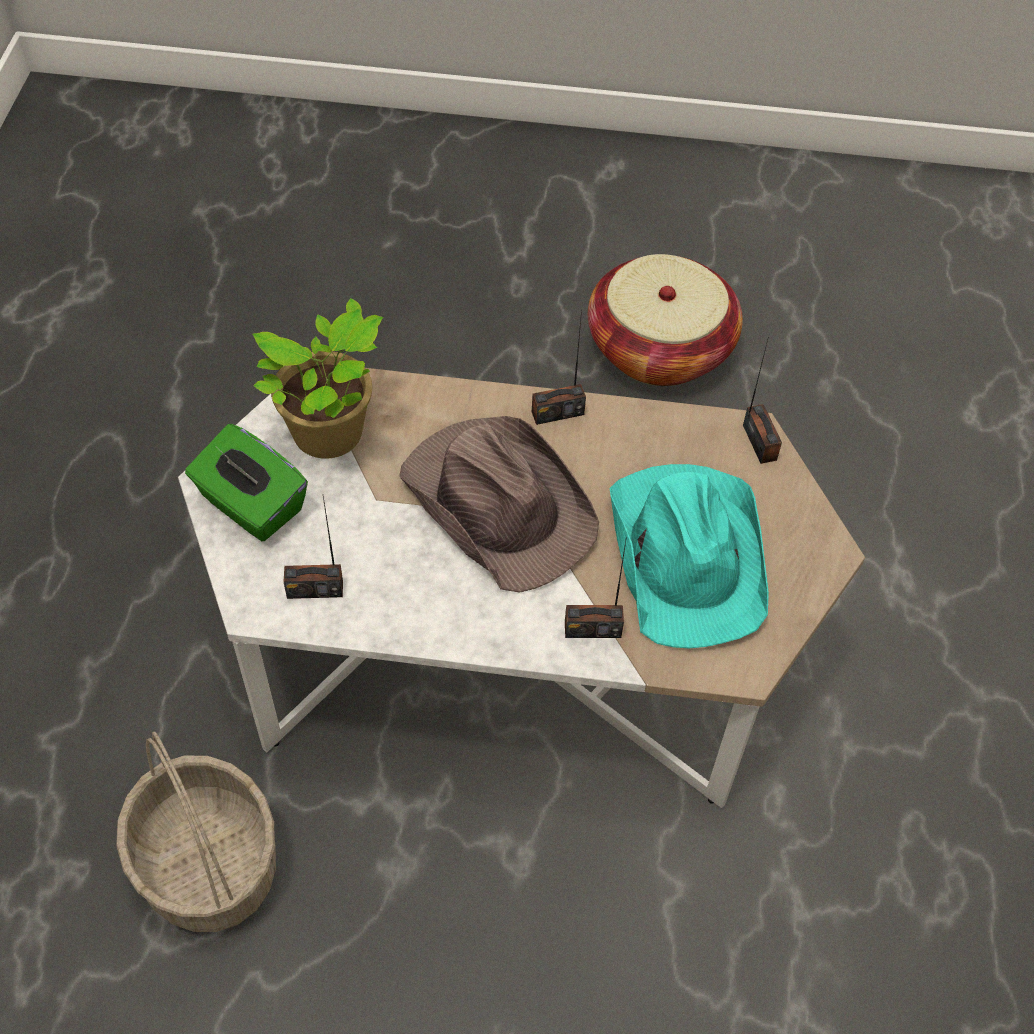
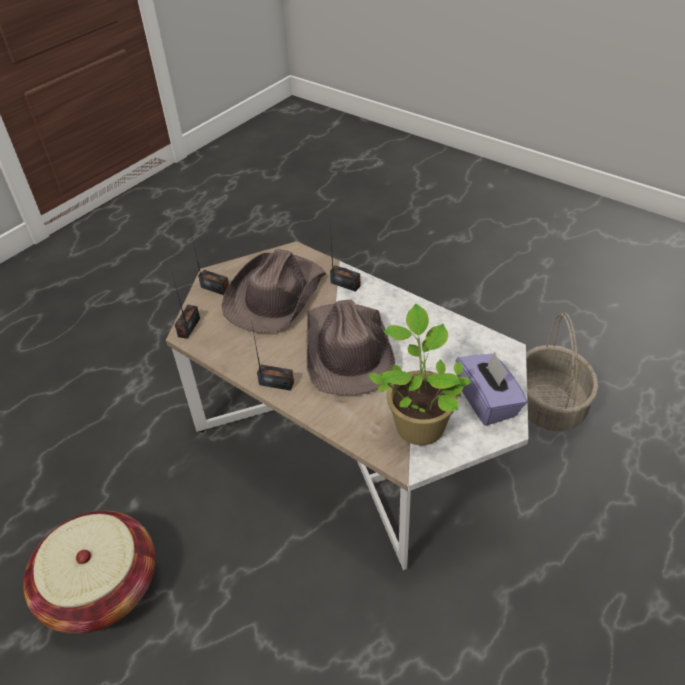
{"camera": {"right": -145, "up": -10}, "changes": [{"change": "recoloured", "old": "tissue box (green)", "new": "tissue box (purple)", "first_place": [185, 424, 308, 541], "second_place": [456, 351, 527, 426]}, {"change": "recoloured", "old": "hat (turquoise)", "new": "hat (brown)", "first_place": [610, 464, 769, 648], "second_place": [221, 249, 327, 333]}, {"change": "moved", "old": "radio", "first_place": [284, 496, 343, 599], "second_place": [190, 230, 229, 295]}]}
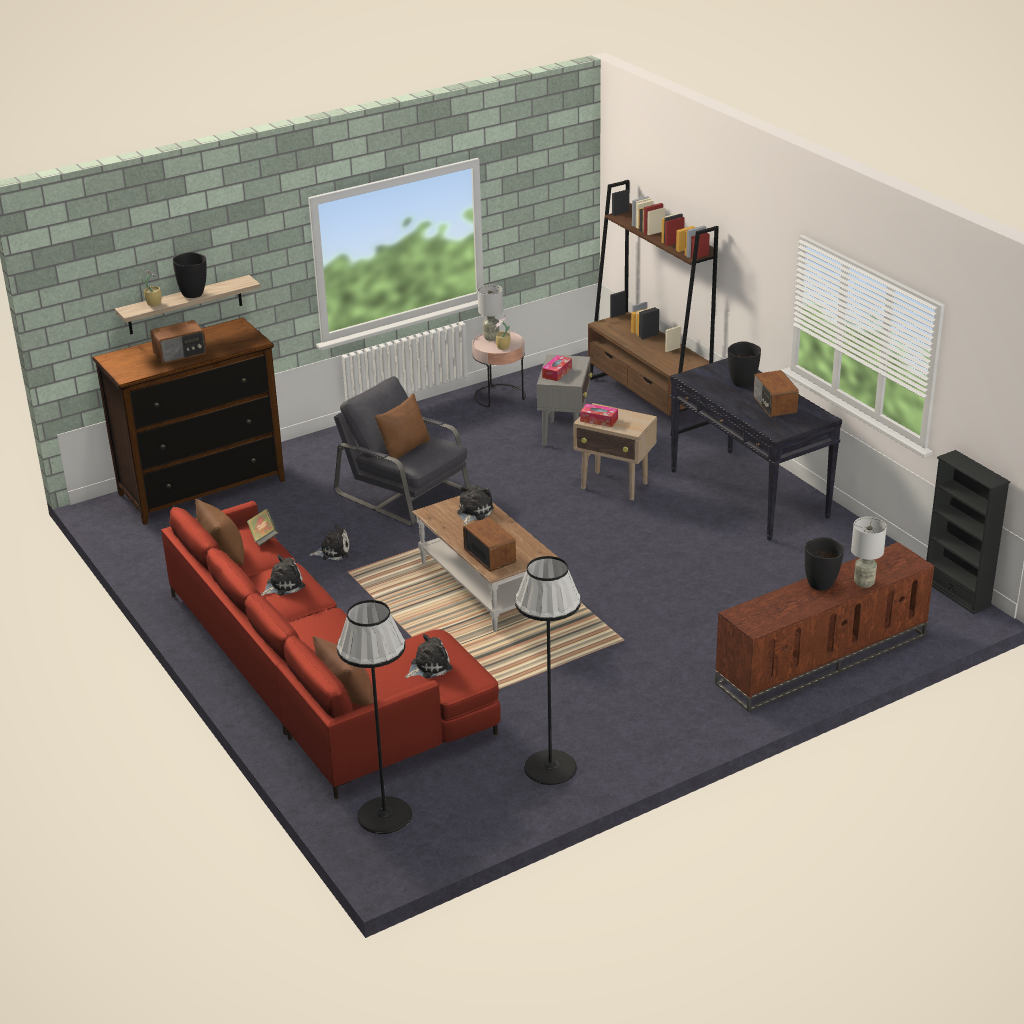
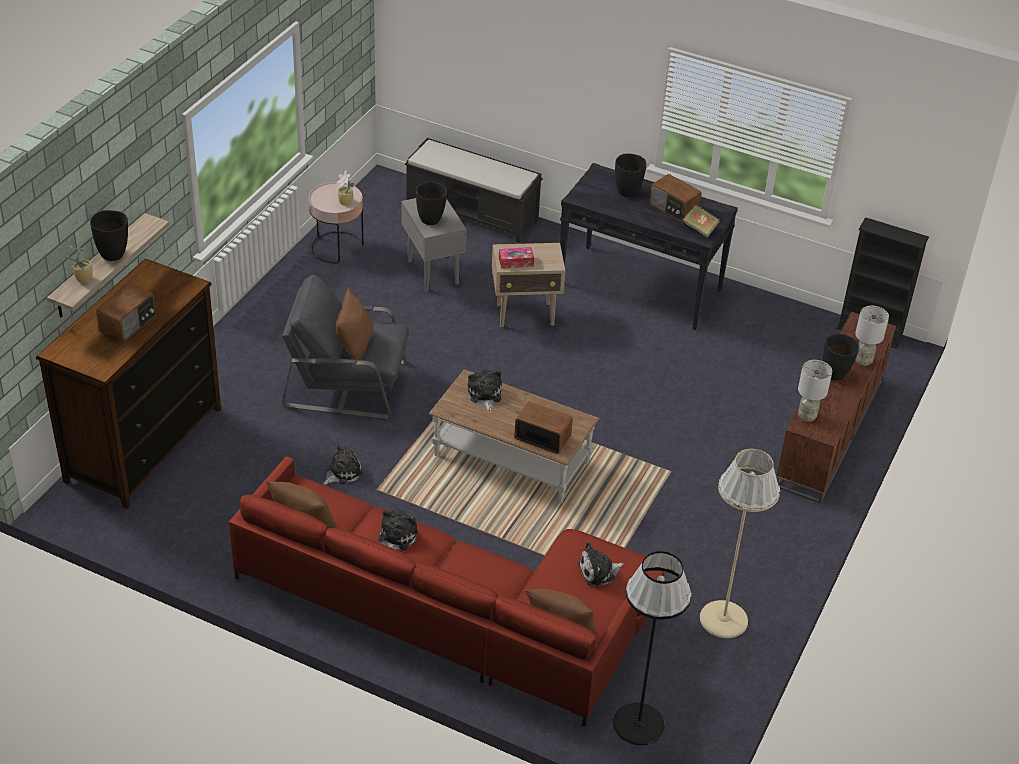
{"camera": {"right": -35, "up": 10}, "changes": [{"change": "replaced", "old": "bookcase (brown)", "new": "bench (black)", "first_place": [588, 180, 719, 434], "second_place": [405, 138, 543, 243]}, {"change": "moved", "old": "table lamp (grey)", "first_place": [478, 285, 503, 341], "second_place": [798, 360, 832, 422]}, {"change": "replaced", "old": "tissue box", "new": "vase (black)", "first_place": [542, 355, 572, 381], "second_place": [416, 181, 447, 225]}, {"change": "moved", "old": "book", "first_place": [247, 509, 279, 546], "second_place": [683, 204, 720, 238]}, {"change": "recoloured", "old": "floor lamp (black)", "new": "floor lamp (beige)", "first_place": [515, 556, 581, 785], "second_place": [700, 449, 780, 638]}, {"change": "turned", "old": "plush toy", "first_place": [405, 634, 452, 678], "second_place": [578, 542, 624, 587], "degrees": -135}]}
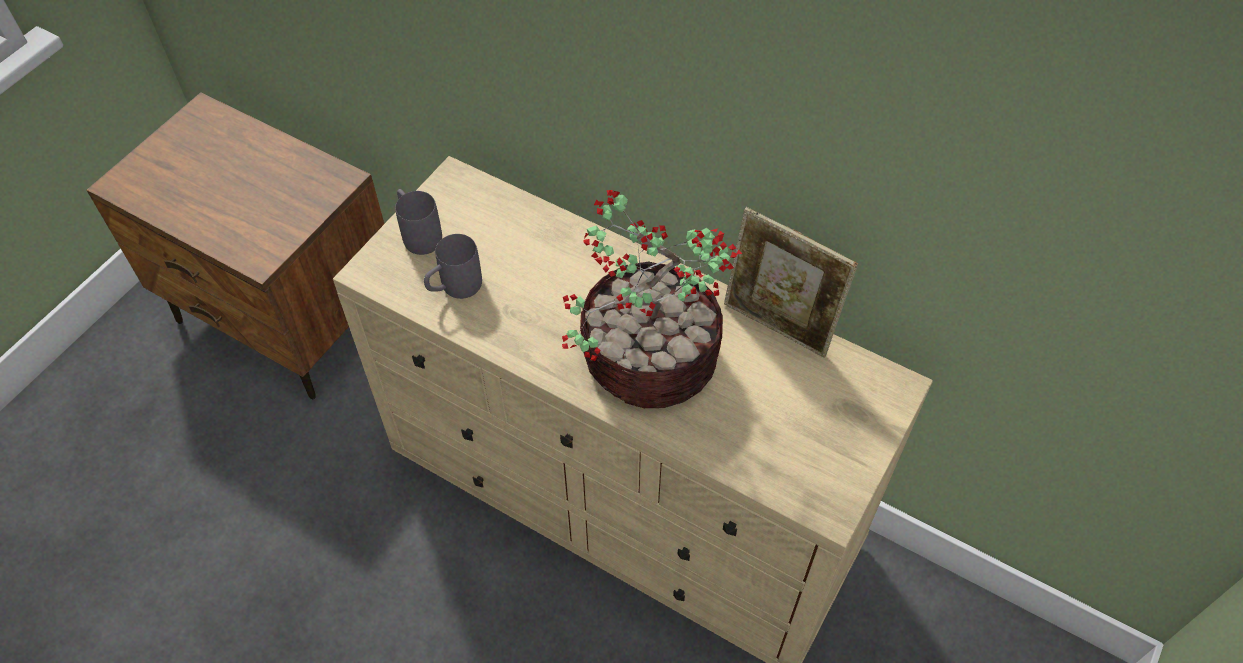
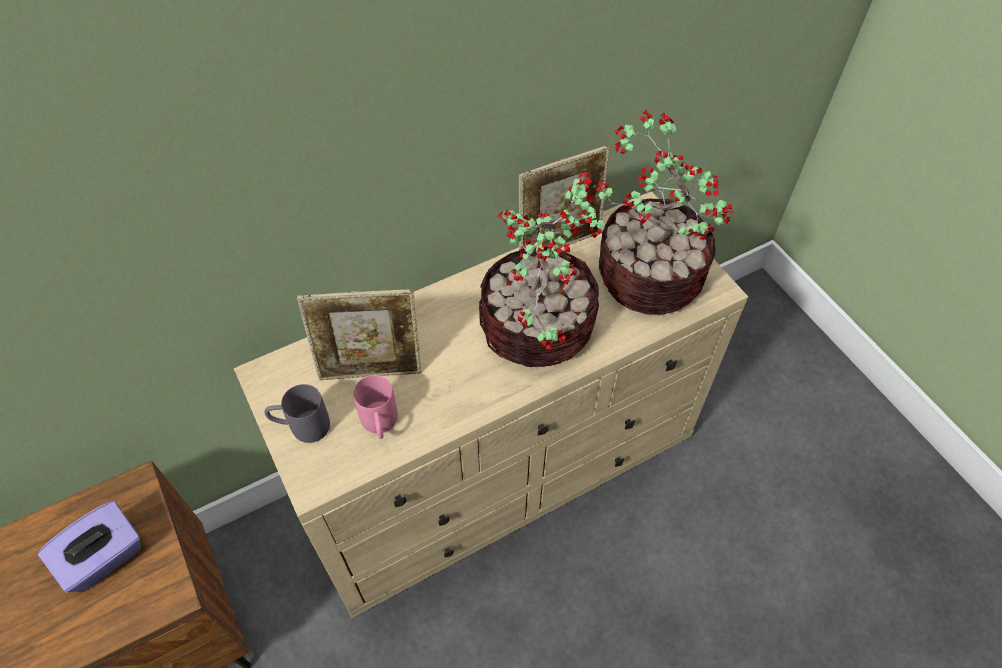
{"camera": {"right": -60, "up": 0}, "changes": [{"change": "recoloured", "old": "mug (grey)", "new": "mug (pink)", "first_place": [424, 234, 482, 299], "second_place": [353, 375, 398, 439]}, {"change": "added", "new": "potted plant", "second_place": [578, 110, 734, 315]}, {"change": "added", "new": "picture frame", "second_place": [297, 289, 422, 380]}, {"change": "added", "new": "tissue box (purple)", "second_place": [38, 501, 141, 593]}]}
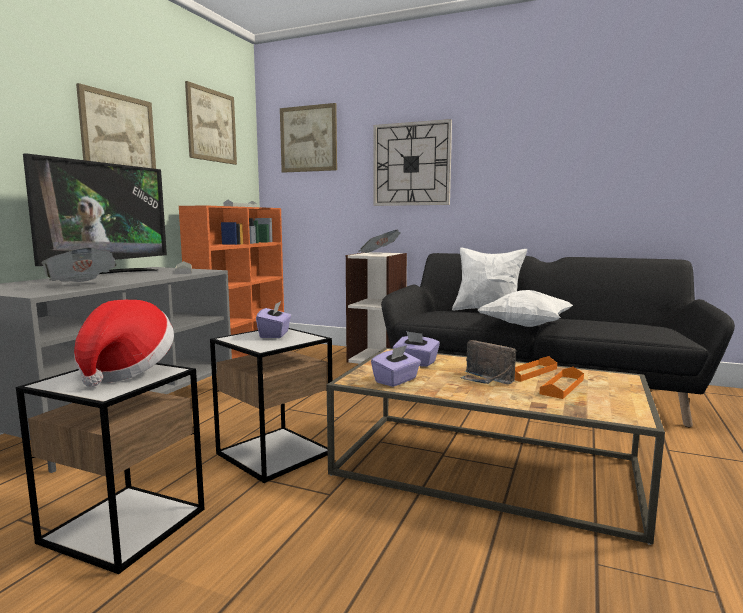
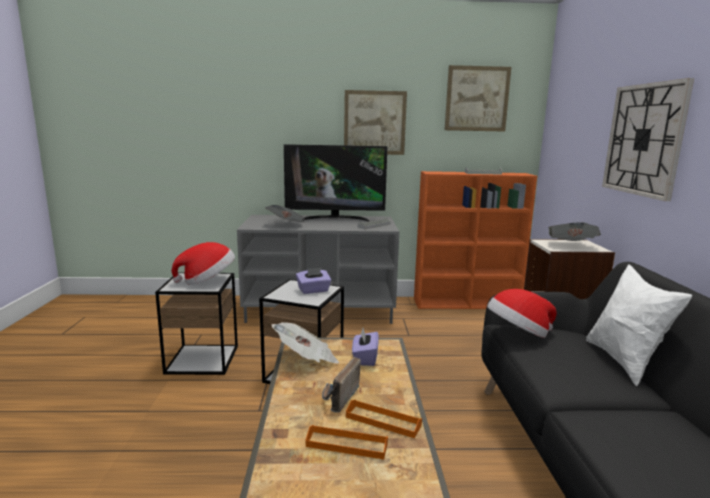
{"camera": {"right": 65, "up": 5}, "changes": [{"change": "removed", "old": "picture", "first_place": [280, 103, 337, 173]}, {"change": "removed", "old": "pillow (white)", "first_place": [477, 290, 573, 327]}, {"change": "replaced", "old": "tissue box (purple)", "new": "newspaper", "first_place": [371, 345, 421, 387], "second_place": [272, 322, 340, 364]}, {"change": "added", "new": "hat", "second_place": [487, 289, 557, 338]}]}
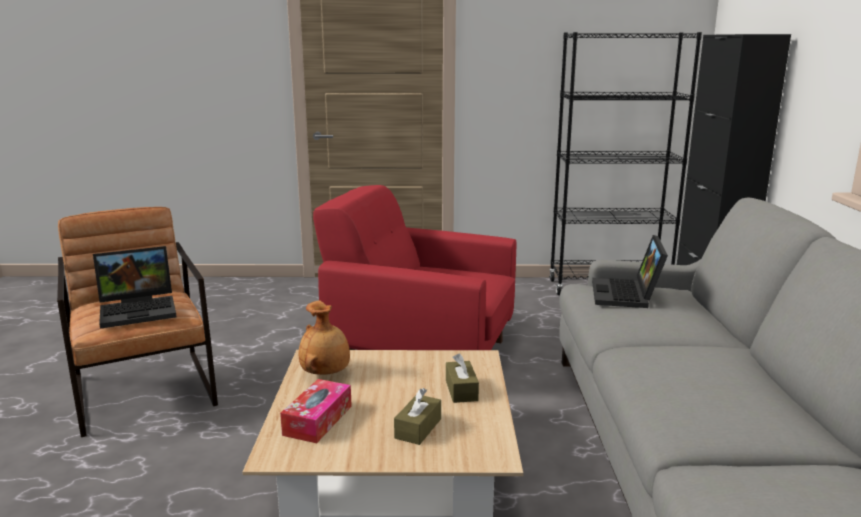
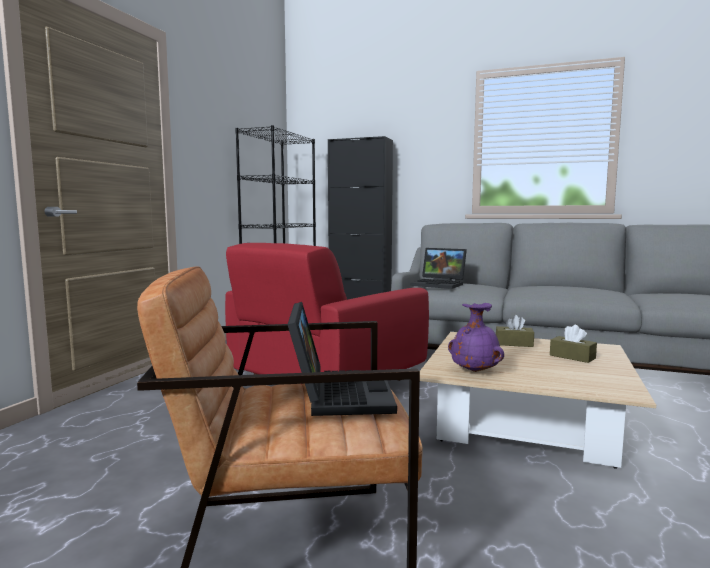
{"camera": {"right": -70, "up": -10}, "changes": [{"change": "recoloured", "old": "vase (brown)", "new": "vase (purple)", "first_place": [299, 301, 350, 375], "second_place": [448, 303, 504, 372]}, {"change": "removed", "old": "tissue box", "first_place": [280, 379, 352, 443]}]}
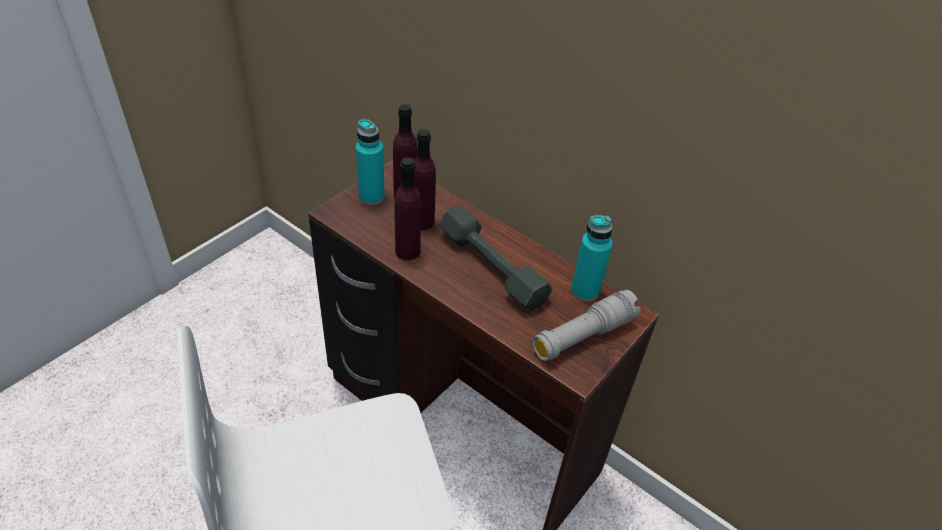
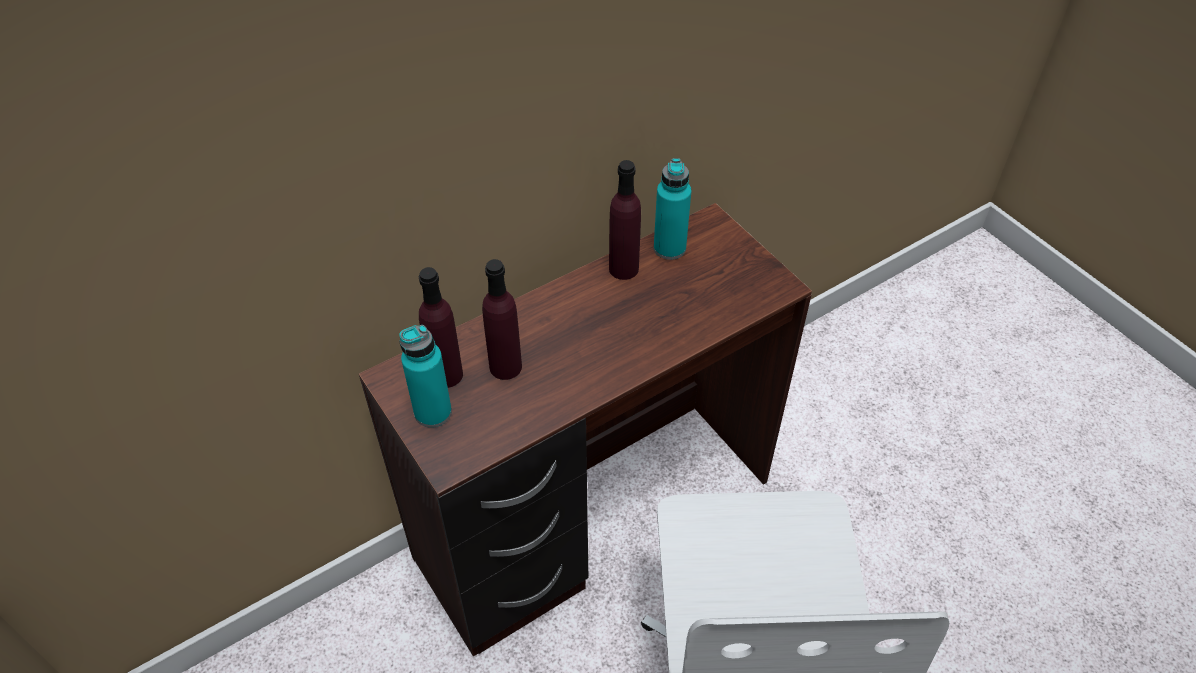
{"camera": {"right": -70, "up": 5}, "changes": [{"change": "moved", "old": "bottle (purple)", "first_place": [395, 157, 421, 260], "second_place": [609, 160, 641, 280]}, {"change": "removed", "old": "dumbbell (grey)", "first_place": [439, 205, 553, 311]}, {"change": "removed", "old": "flashlight (grey)", "first_place": [532, 290, 641, 361]}]}
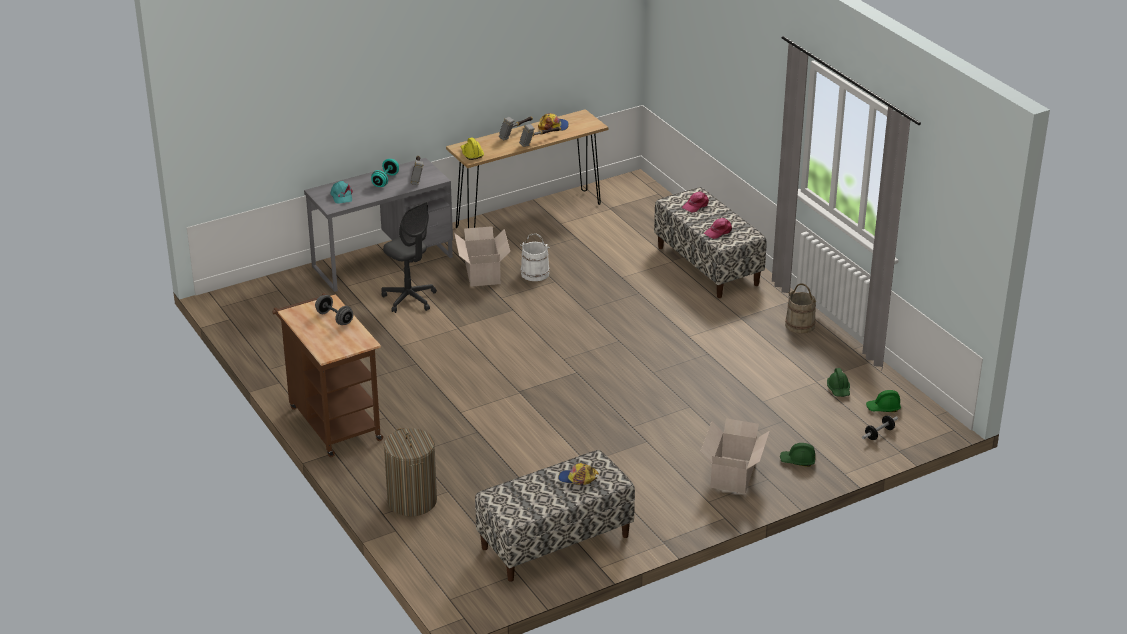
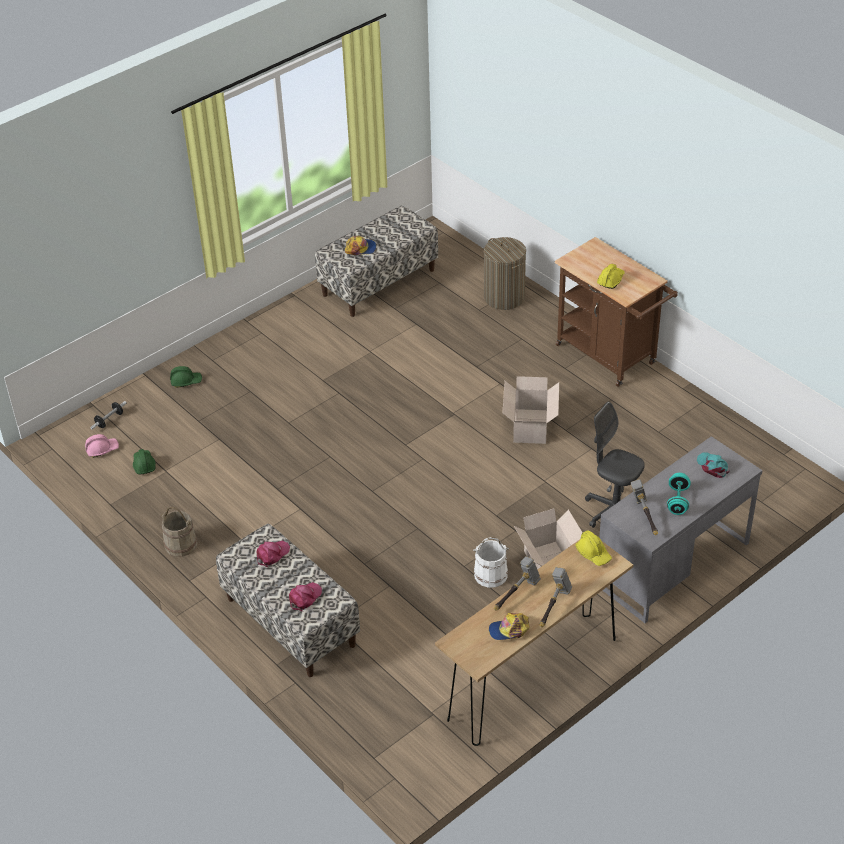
{"camera": {"right": 170, "up": 10}, "changes": [{"change": "replaced", "old": "dumbbell (grey)", "new": "hard hat (yellow)", "first_place": [315, 295, 353, 325], "second_place": [597, 264, 625, 289]}, {"change": "recoloured", "old": "hard hat (green)", "new": "hard hat (pink)", "first_place": [866, 390, 901, 412], "second_place": [85, 434, 119, 458]}, {"change": "moved", "old": "cardboard box", "first_place": [701, 418, 770, 494], "second_place": [502, 376, 559, 444]}]}
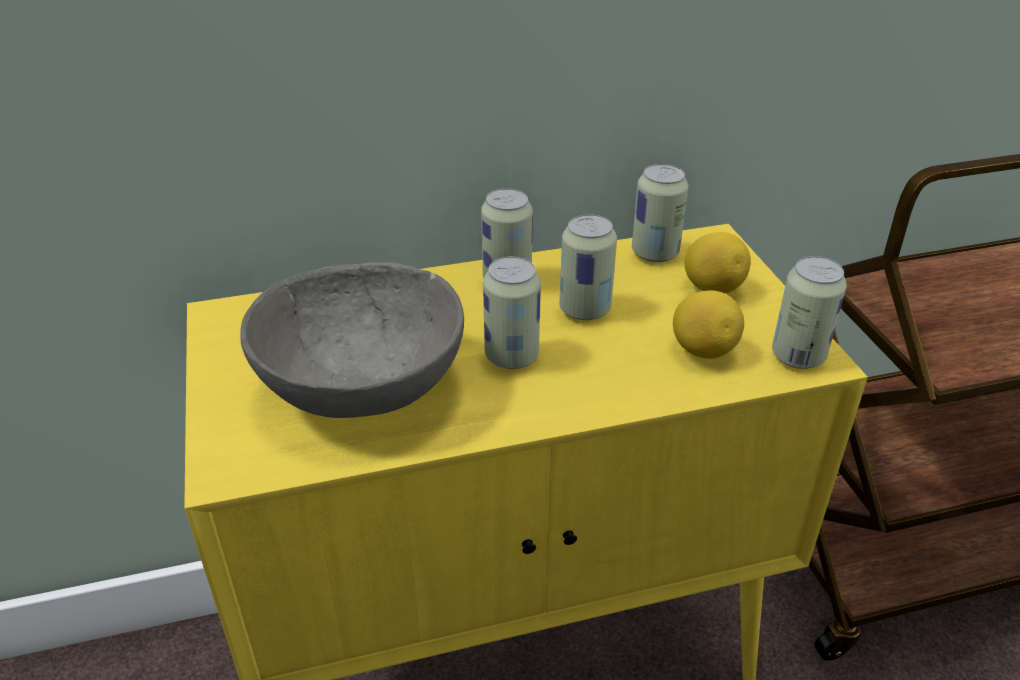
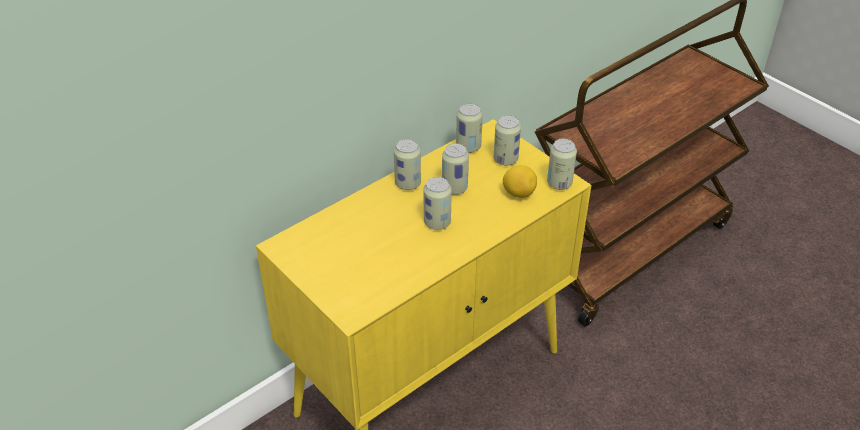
{"camera": {"right": -25, "up": 5}, "changes": [{"change": "replaced", "old": "lemon", "new": "can", "first_place": [684, 232, 751, 294], "second_place": [494, 115, 521, 166]}, {"change": "removed", "old": "bowl (grey)", "first_place": [240, 262, 464, 418]}]}
